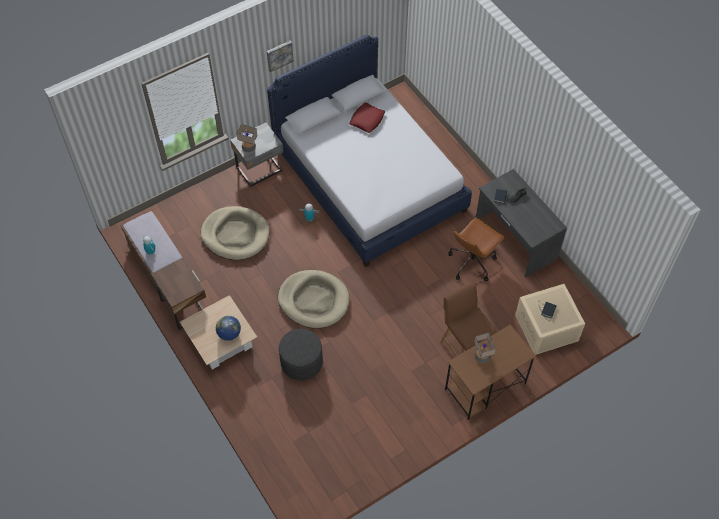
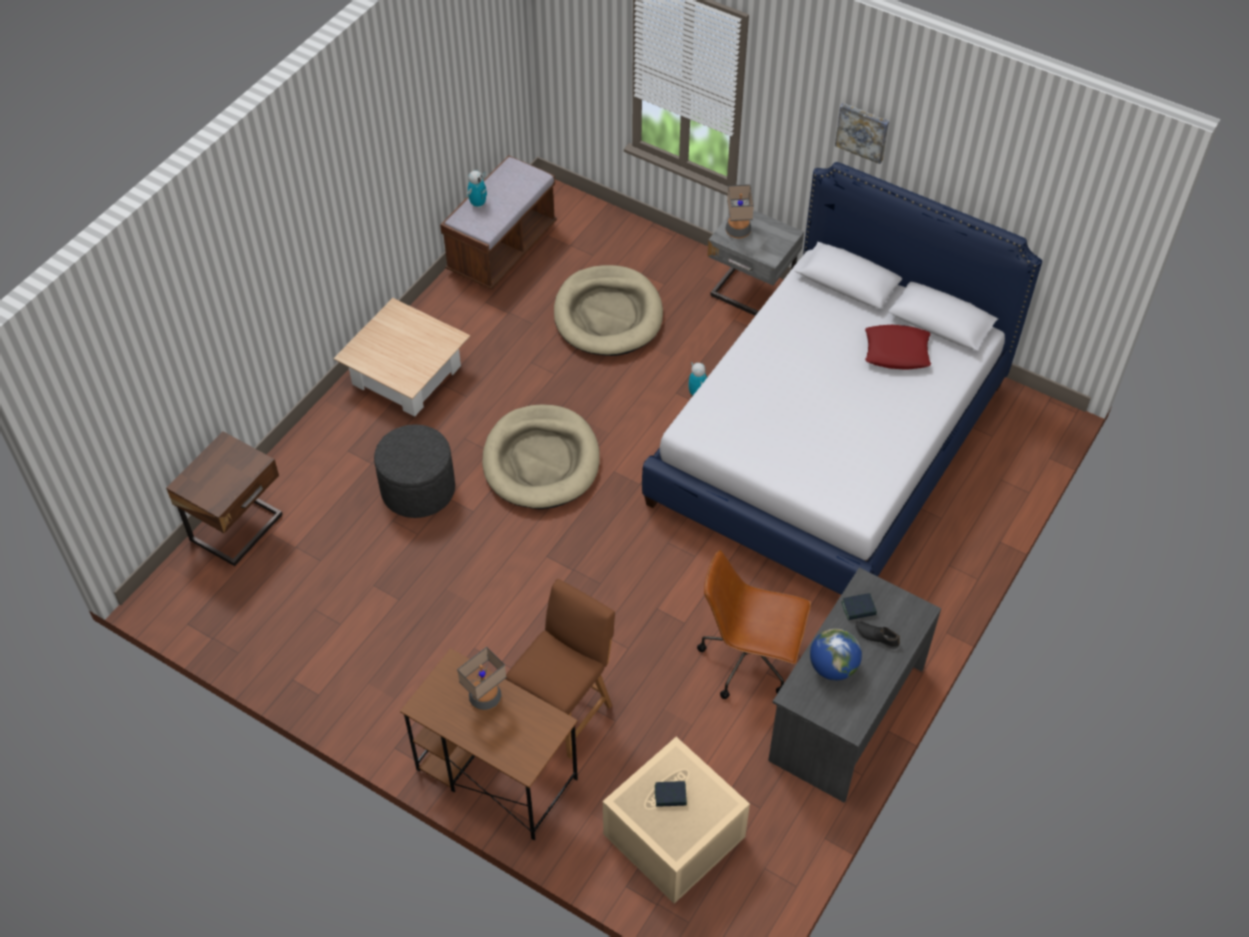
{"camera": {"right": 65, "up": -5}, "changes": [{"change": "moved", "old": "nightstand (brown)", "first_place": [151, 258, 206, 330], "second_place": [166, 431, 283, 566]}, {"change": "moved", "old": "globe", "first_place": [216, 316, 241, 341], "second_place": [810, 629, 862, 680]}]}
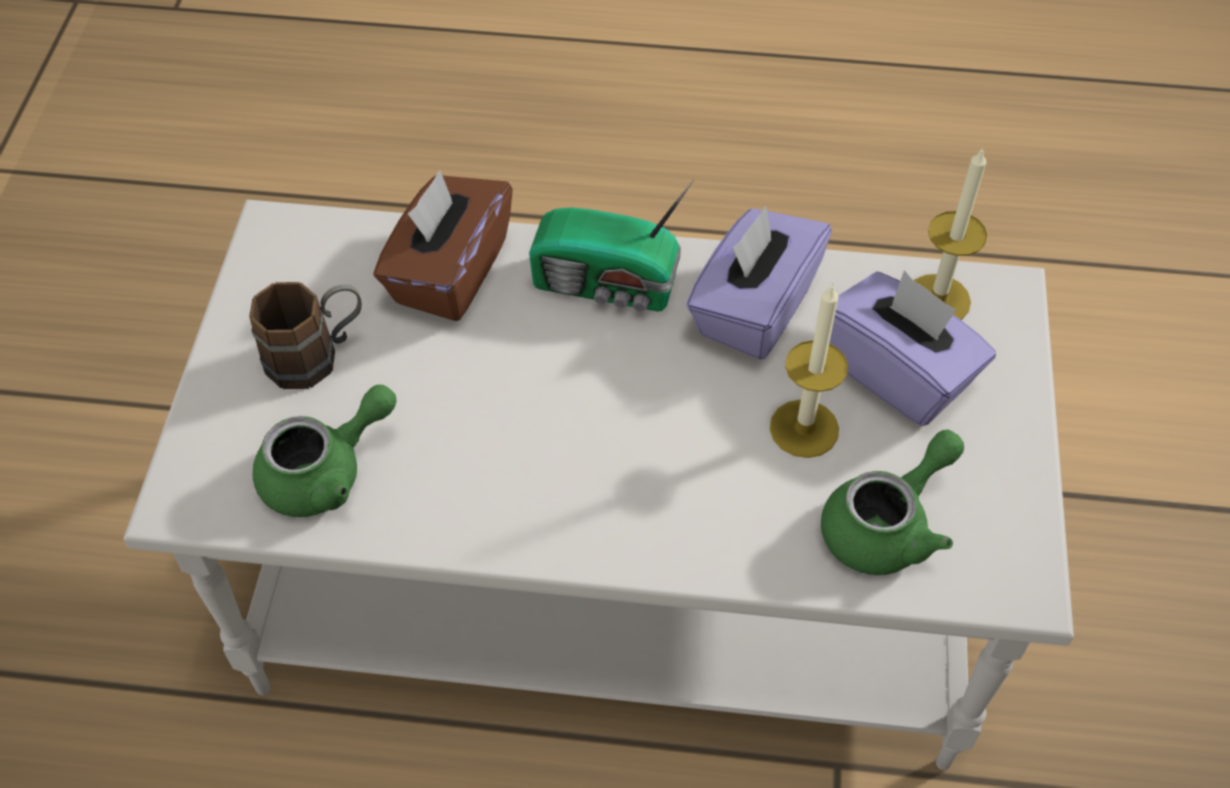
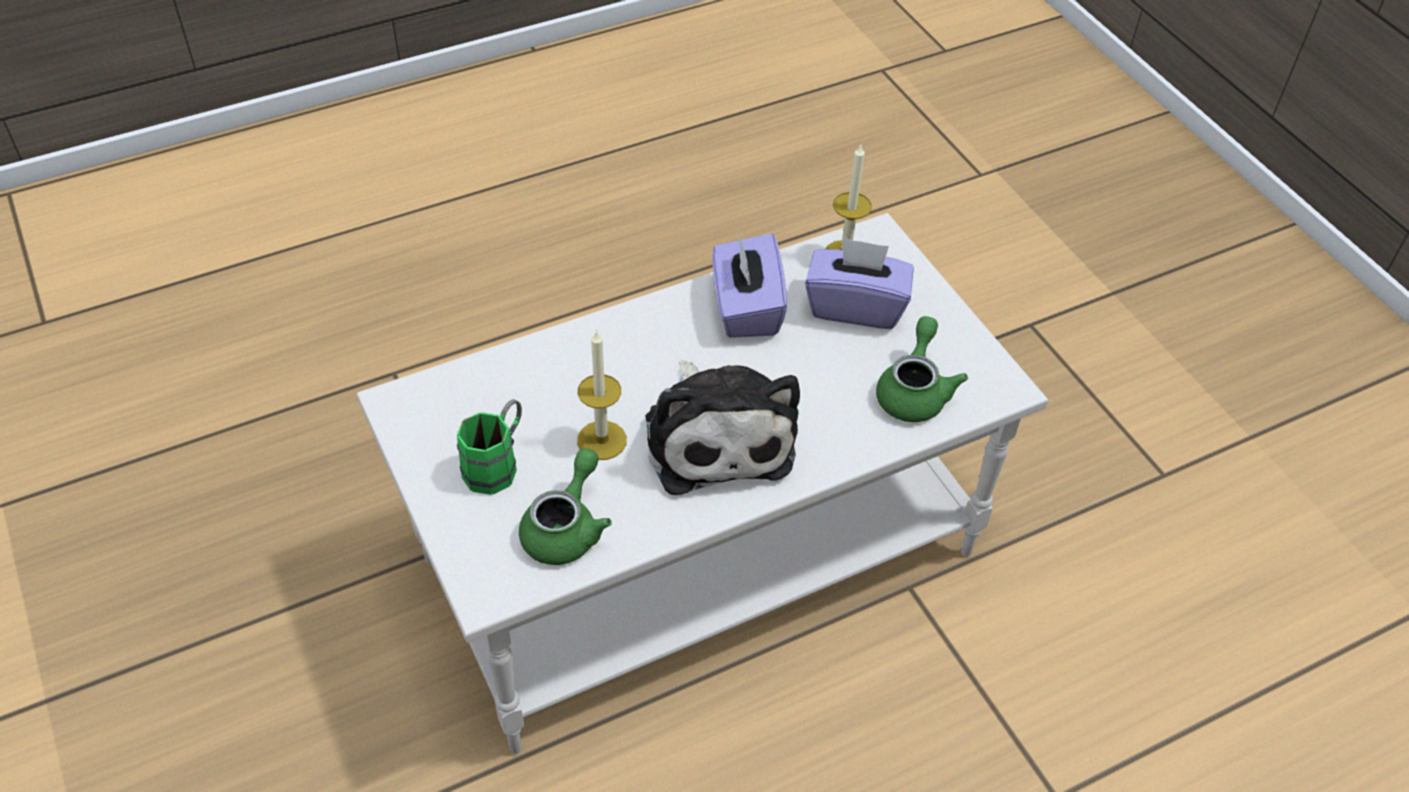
{"camera": {"right": -35, "up": -5}, "changes": [{"change": "removed", "old": "tissue box (brown)", "first_place": [374, 170, 513, 321]}, {"change": "removed", "old": "radio", "first_place": [529, 179, 694, 312]}, {"change": "recoloured", "old": "mug (brown)", "new": "mug (green)", "first_place": [249, 282, 362, 389], "second_place": [457, 399, 522, 495]}, {"change": "moved", "old": "candle", "first_place": [770, 283, 848, 458], "second_place": [577, 329, 627, 460]}, {"change": "added", "new": "plush toy", "second_place": [645, 360, 800, 495]}]}
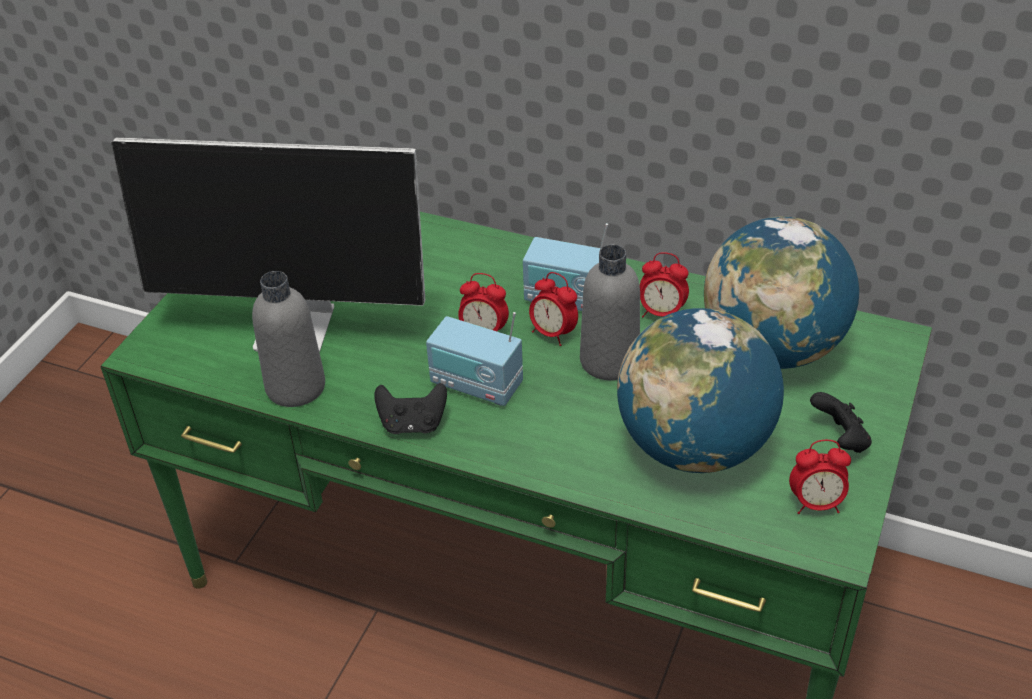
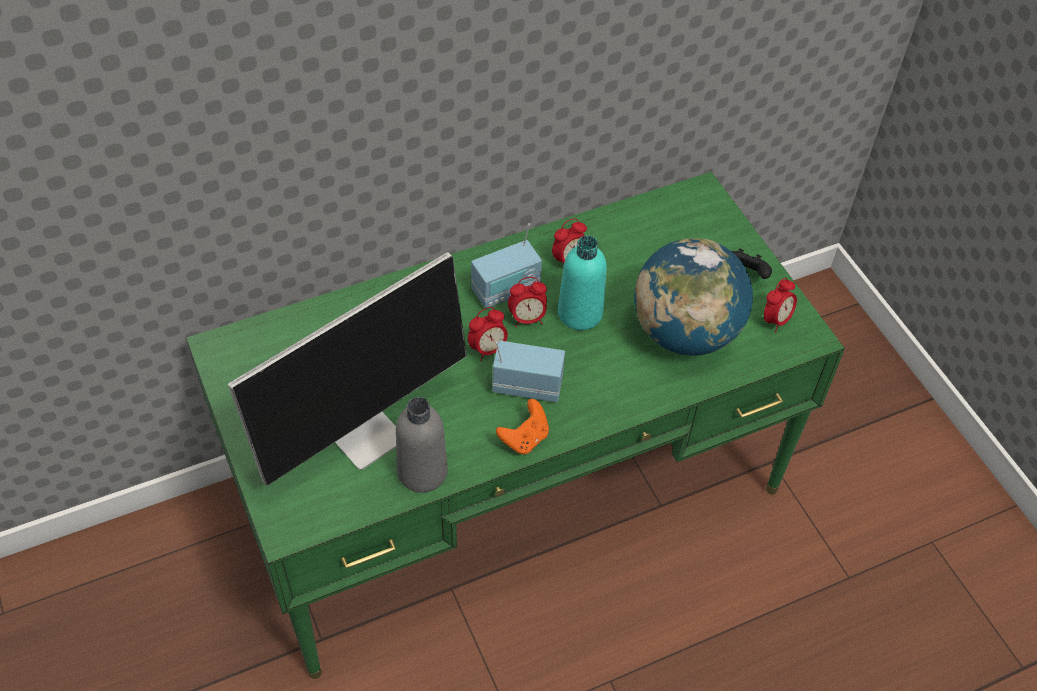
{"camera": {"right": -50, "up": 10}, "changes": [{"change": "removed", "old": "globe", "first_place": [704, 216, 859, 369]}, {"change": "recoloured", "old": "bottle (grey)", "new": "bottle (turquoise)", "first_place": [580, 244, 640, 380], "second_place": [558, 235, 607, 330]}, {"change": "turned", "old": "radio", "first_place": [426, 312, 523, 406], "second_place": [492, 341, 565, 402], "degrees": -150}, {"change": "recoloured", "old": "game controller (black)", "new": "game controller (orange)", "first_place": [374, 383, 447, 434], "second_place": [496, 399, 549, 454]}]}
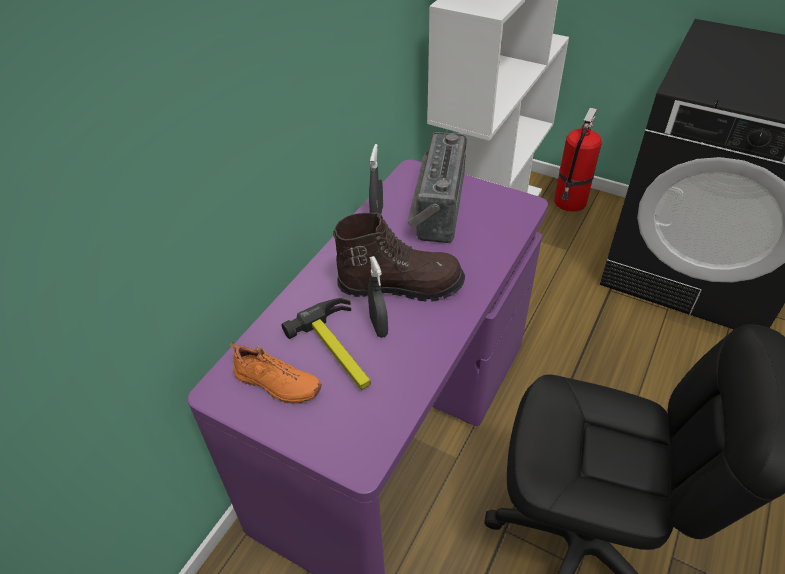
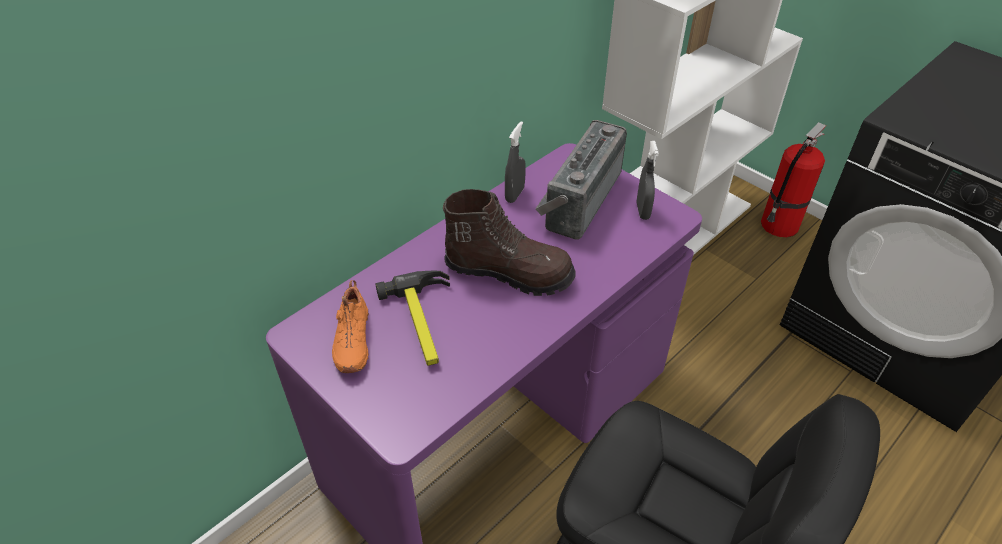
{"camera": {"right": 15, "up": 0}, "changes": [{"change": "moved", "old": "spray bottle (grey)", "first_place": [368, 256, 388, 338], "second_place": [636, 141, 659, 220]}, {"change": "turned", "old": "shoe (orange)", "first_place": [230, 342, 322, 404], "second_place": [332, 280, 369, 373], "degrees": 45}]}
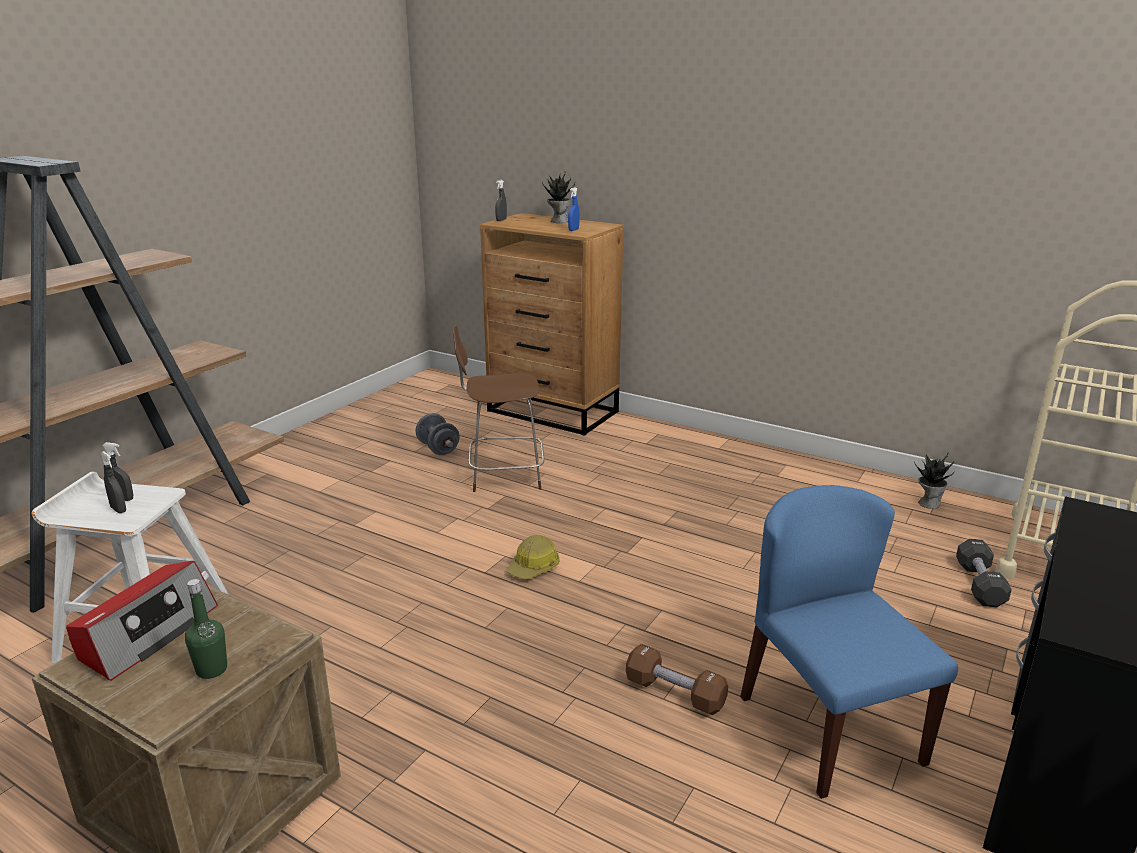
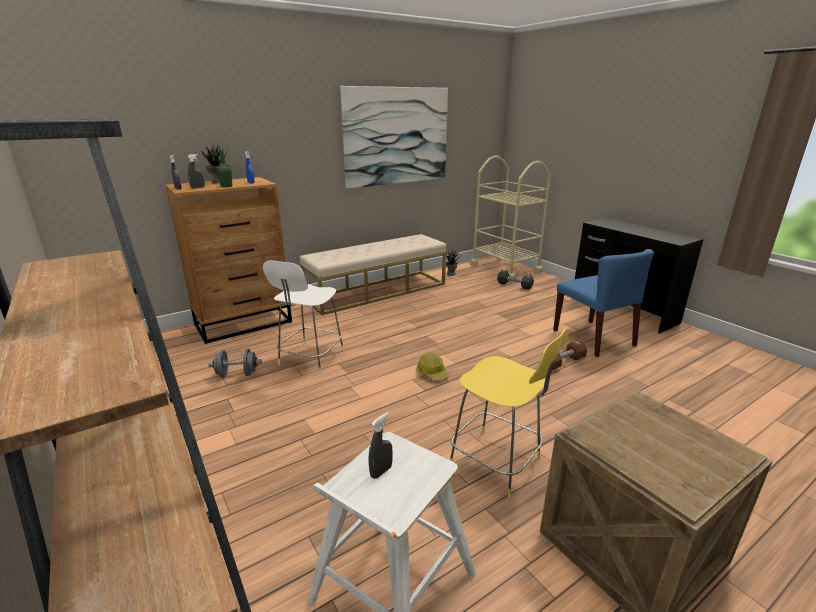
{"camera": {"right": -65, "up": 0}, "changes": [{"change": "recoloured", "old": "stool (brown)", "new": "stool (white)", "first_place": [453, 325, 544, 492], "second_place": [263, 260, 344, 374]}, {"change": "moved", "old": "spray bottle (grey)", "first_place": [100, 451, 126, 513], "second_place": [187, 154, 205, 188]}, {"change": "turned", "old": "chair (blue)", "first_place": [740, 485, 958, 799], "second_place": [553, 249, 654, 357], "degrees": -120}, {"change": "removed", "old": "radio", "first_place": [66, 561, 218, 681]}, {"change": "moved", "old": "bottle (green)", "first_place": [185, 579, 227, 679], "second_place": [217, 146, 233, 187]}, {"change": "added", "new": "picture", "second_place": [340, 86, 448, 189]}, {"change": "added", "new": "bench (beige)", "second_place": [300, 234, 446, 315]}, {"change": "added", "new": "stool (yellow)", "second_place": [450, 329, 569, 498]}]}
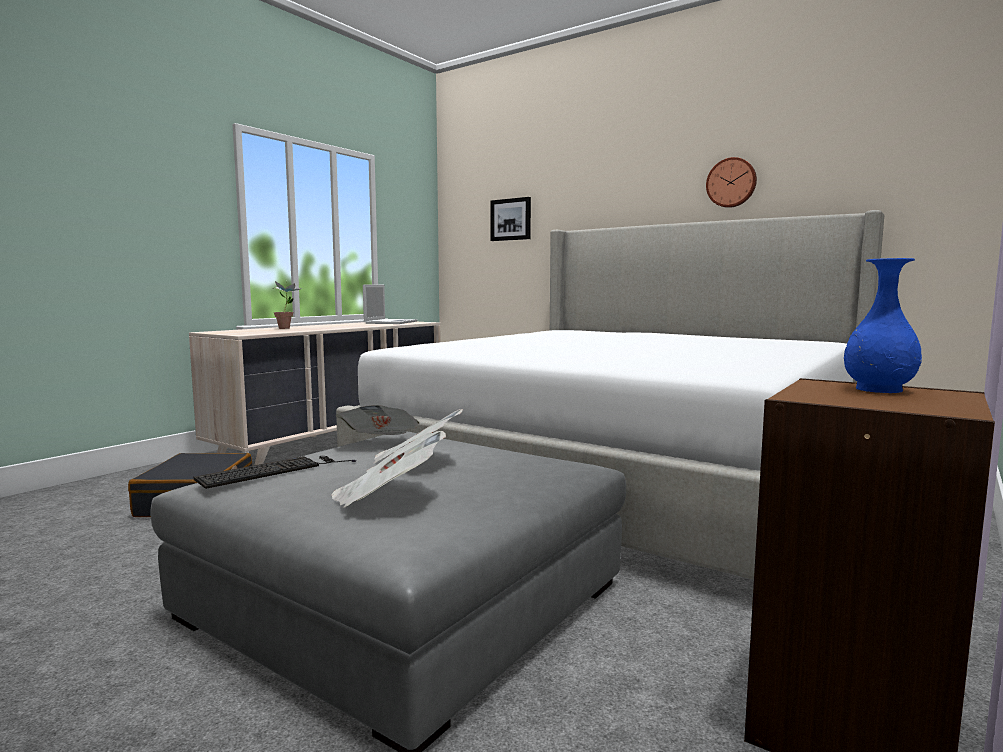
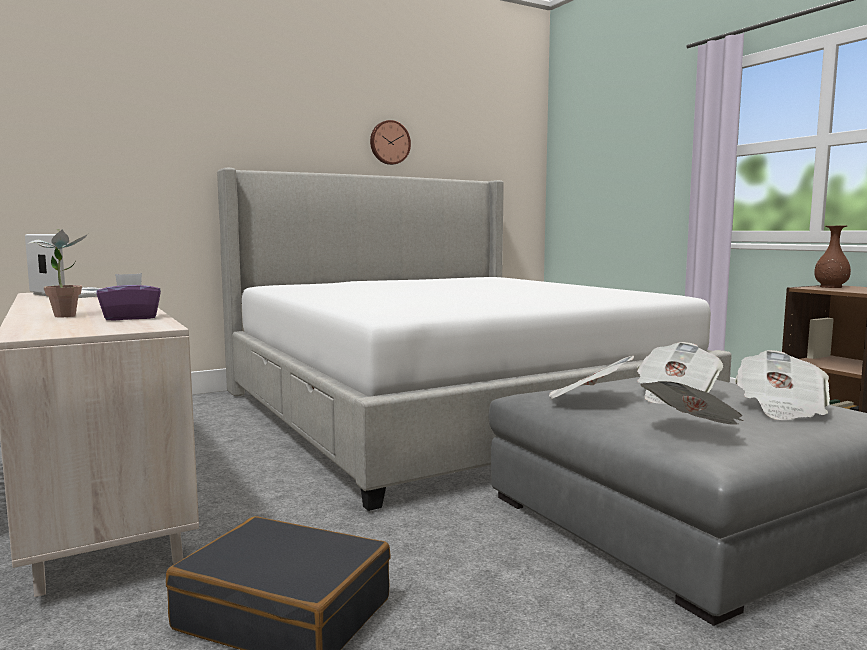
{"camera": {"right": -65, "up": 0}, "changes": [{"change": "removed", "old": "picture", "first_place": [490, 197, 531, 241]}, {"change": "recoloured", "old": "vase (blue)", "new": "vase (brown)", "first_place": [844, 258, 922, 393], "second_place": [814, 226, 851, 288]}, {"change": "replaced", "old": "keyboard", "new": "newspaper", "first_place": [194, 456, 356, 489], "second_place": [641, 381, 743, 425]}, {"change": "added", "new": "tissue box (purple)", "second_place": [96, 273, 161, 320]}]}
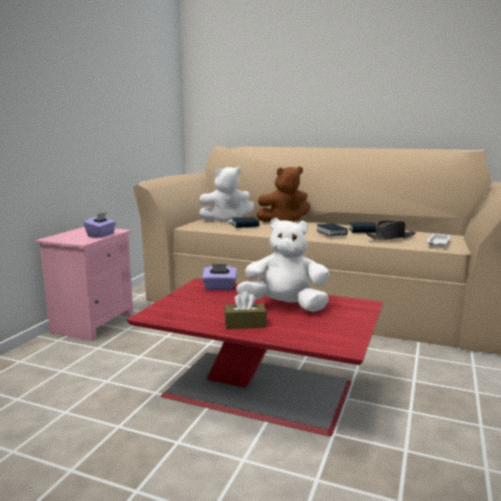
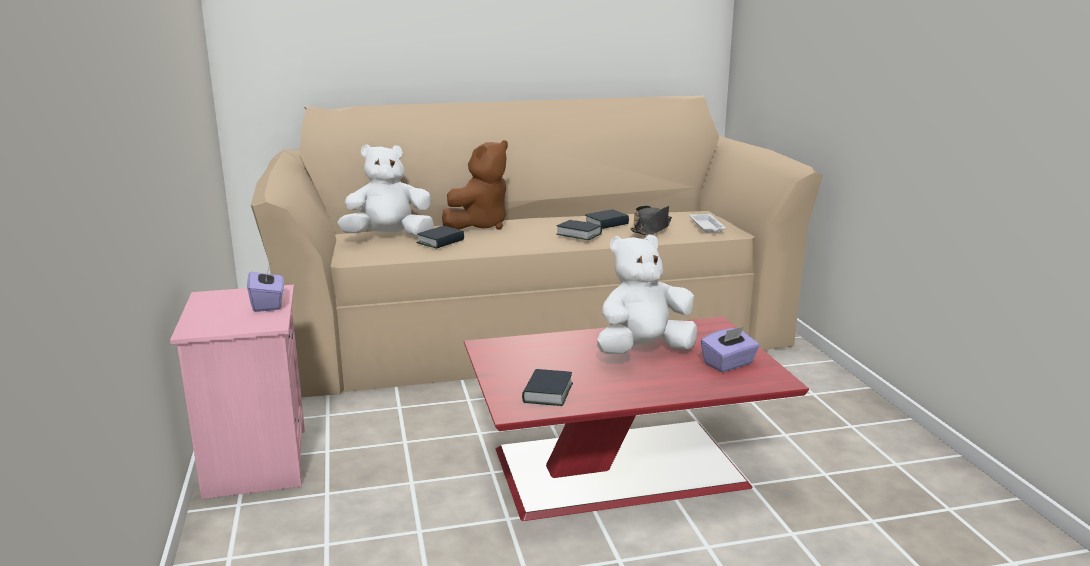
{"camera": {"right": -35, "up": 5}, "changes": [{"change": "turned", "old": "plush toy (white)", "first_place": [199, 167, 254, 224], "second_place": [338, 144, 434, 236], "degrees": -150}, {"change": "moved", "old": "tissue box (purple)", "first_place": [202, 263, 237, 290], "second_place": [701, 326, 760, 372]}, {"change": "removed", "old": "tissue box (brown)", "first_place": [224, 291, 267, 329]}, {"change": "added", "new": "book", "second_place": [522, 369, 573, 406]}]}
